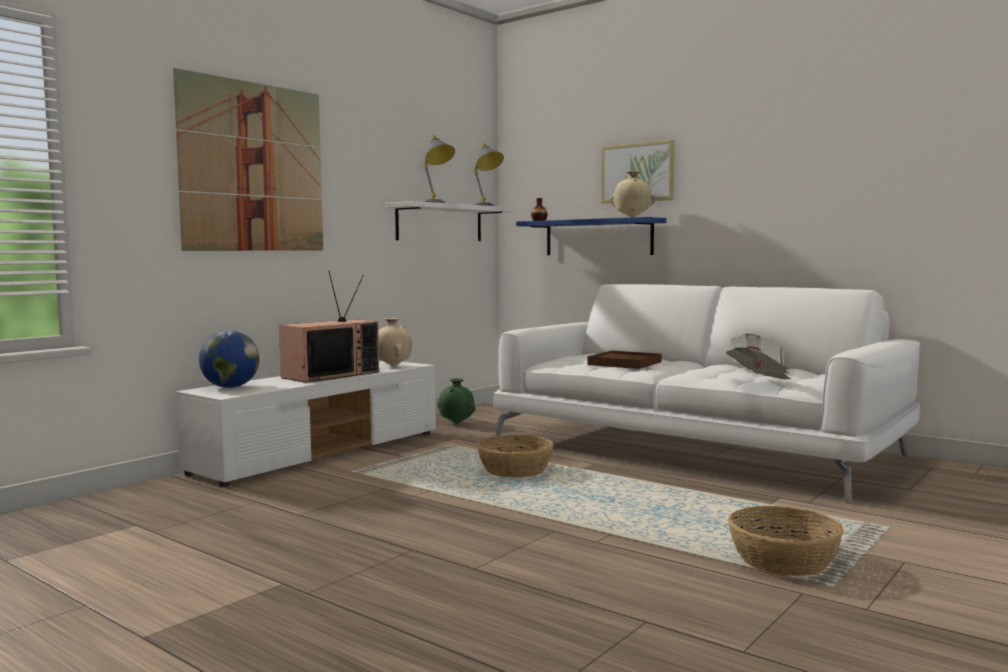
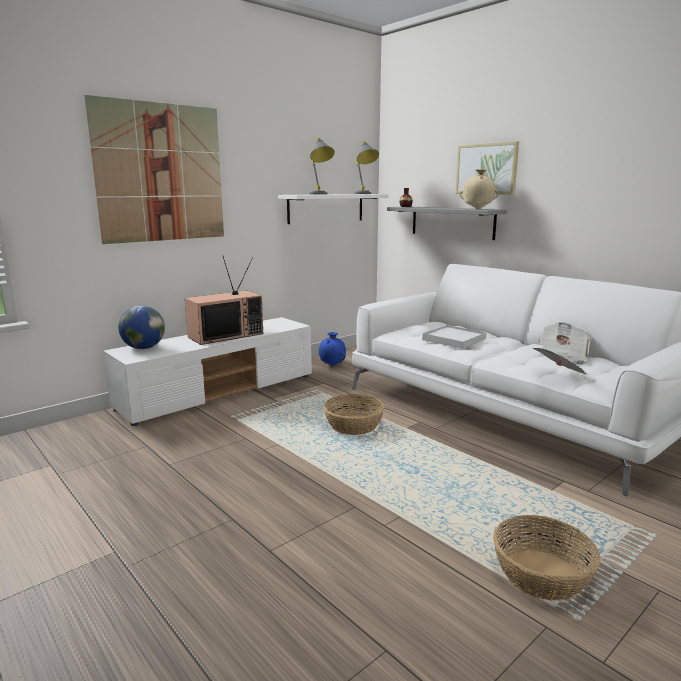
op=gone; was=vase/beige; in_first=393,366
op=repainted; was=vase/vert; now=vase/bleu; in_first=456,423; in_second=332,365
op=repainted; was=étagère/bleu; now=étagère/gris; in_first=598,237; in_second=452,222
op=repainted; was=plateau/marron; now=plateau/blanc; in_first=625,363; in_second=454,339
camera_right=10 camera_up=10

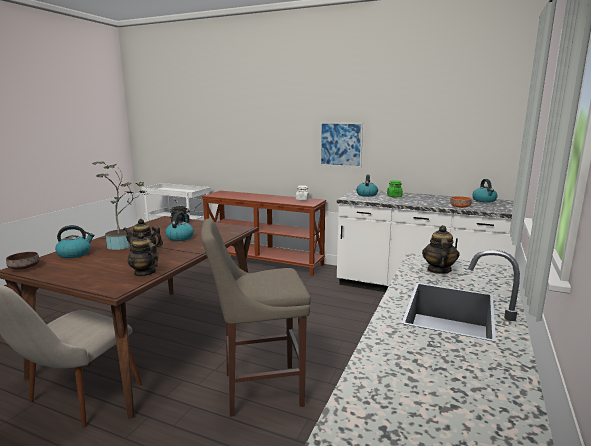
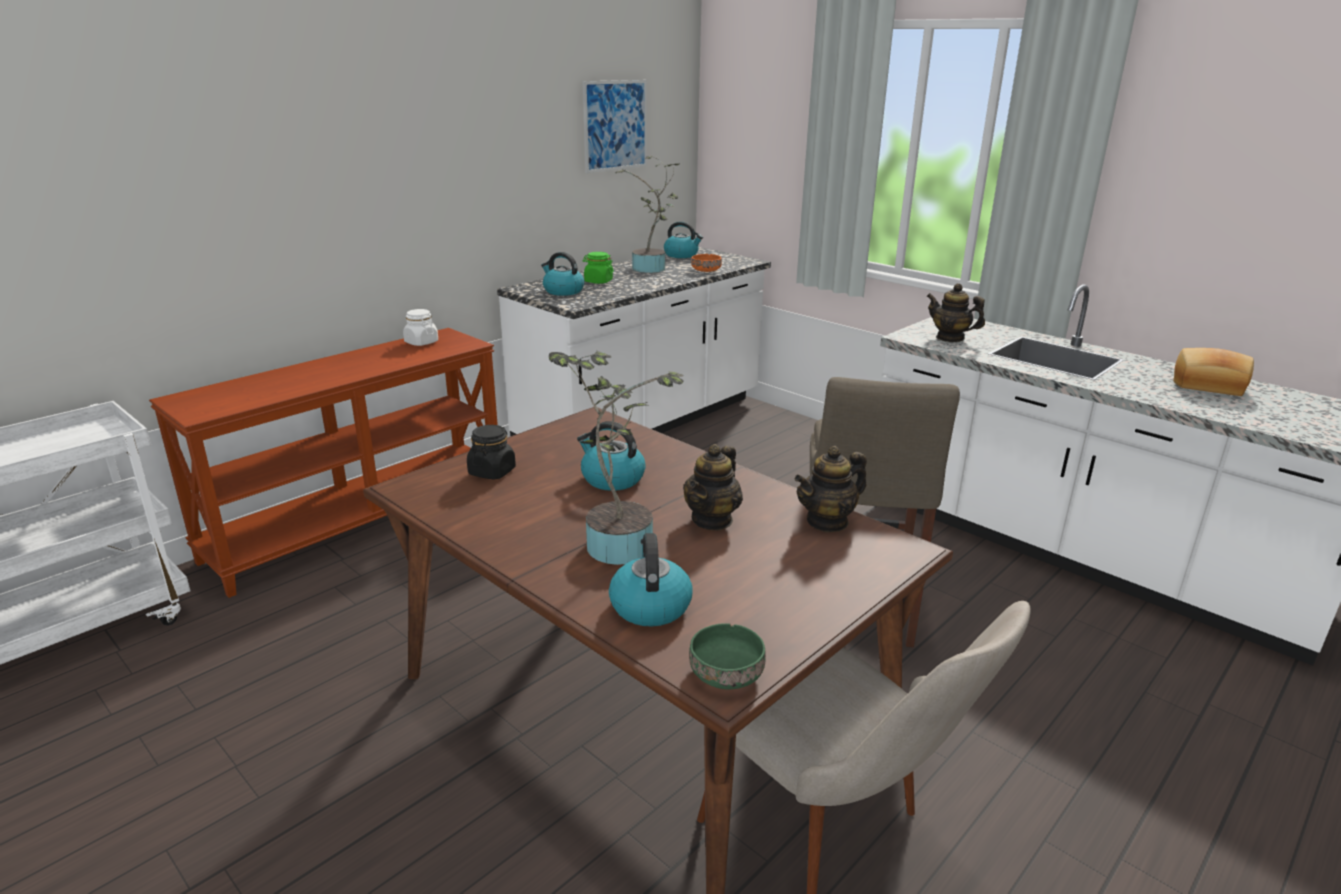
op=new; now=plante en pot; in_second=651,269
op=new; now=pain; in_second=1208,386
op=shifted; was=tableau; in_first=340,144; in_second=615,125
op=repainted; was=bol/marron; now=bol/vert; in_first=23,267; in_second=725,674
camera_right=-70 camera_up=10

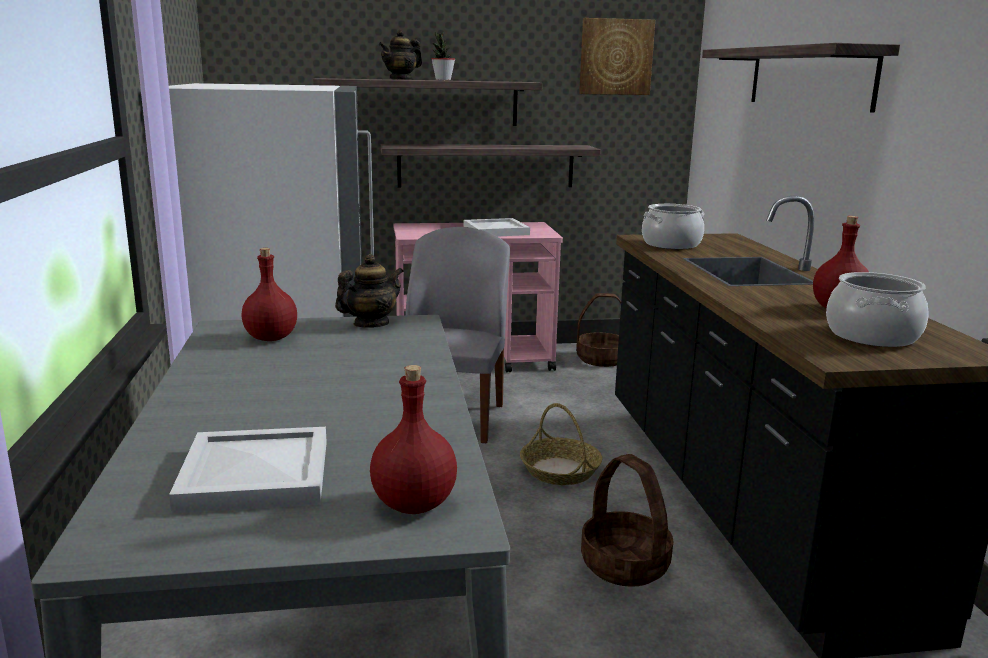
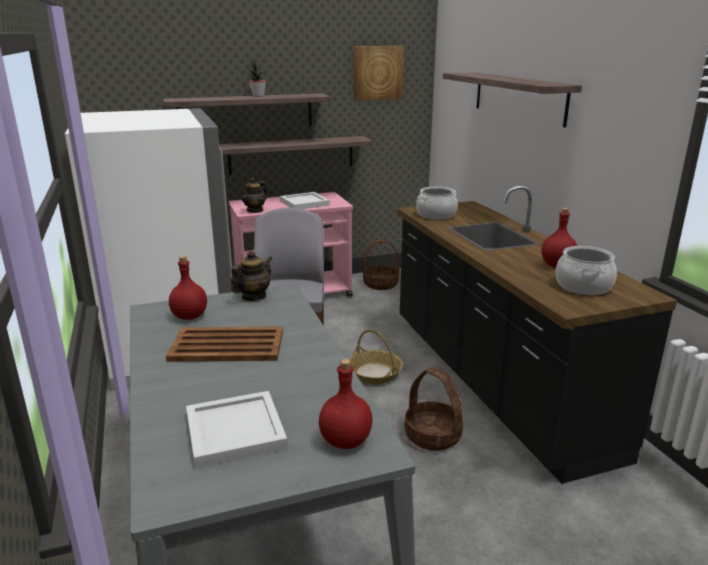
op=new; now=plateau/marron; in_second=228,346
op=shifted; was=théière; in_first=401,79; in_second=255,210
camera_right=-10 camera_up=5

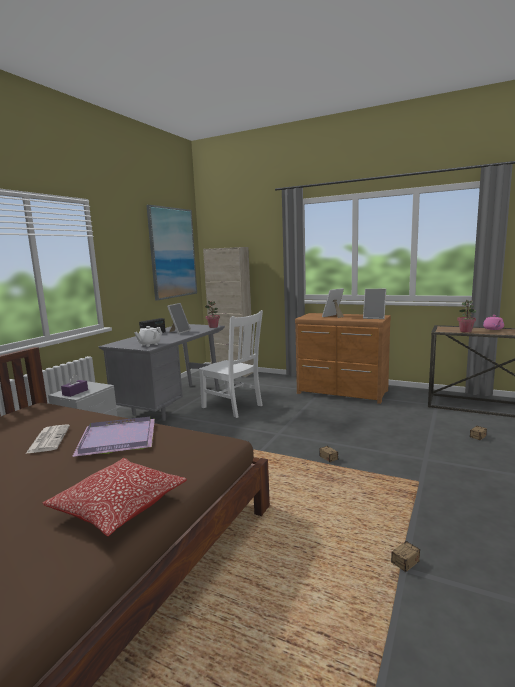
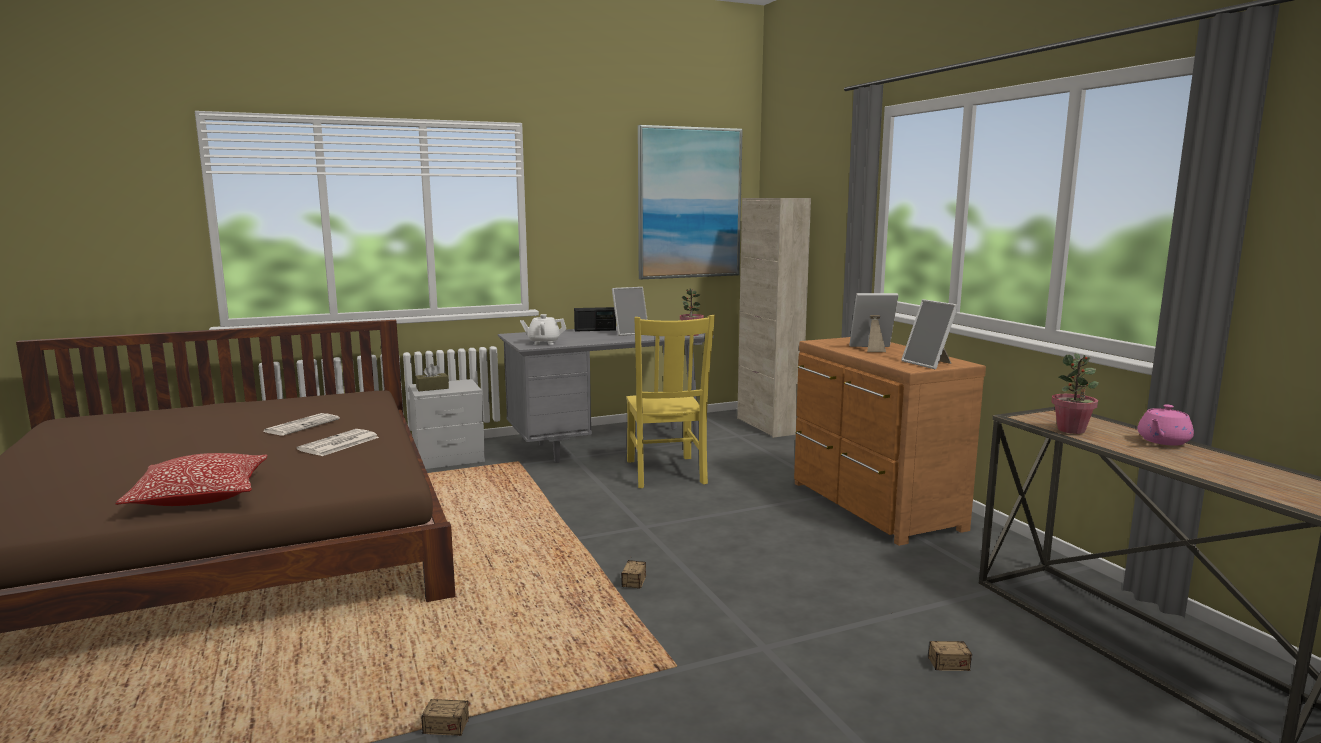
op=swapped; was=plateau/violet; now=journal; in_first=119,439; in_second=338,444
op=repainted; was=boîte à mouchoirs/violet; now=boîte à mouchoirs/marron; in_first=75,392; in_second=432,388
op=repainted; was=chaise/blanc; now=chaise/jaune; in_first=233,407; in_second=666,473
camera_right=40 camera_up=0

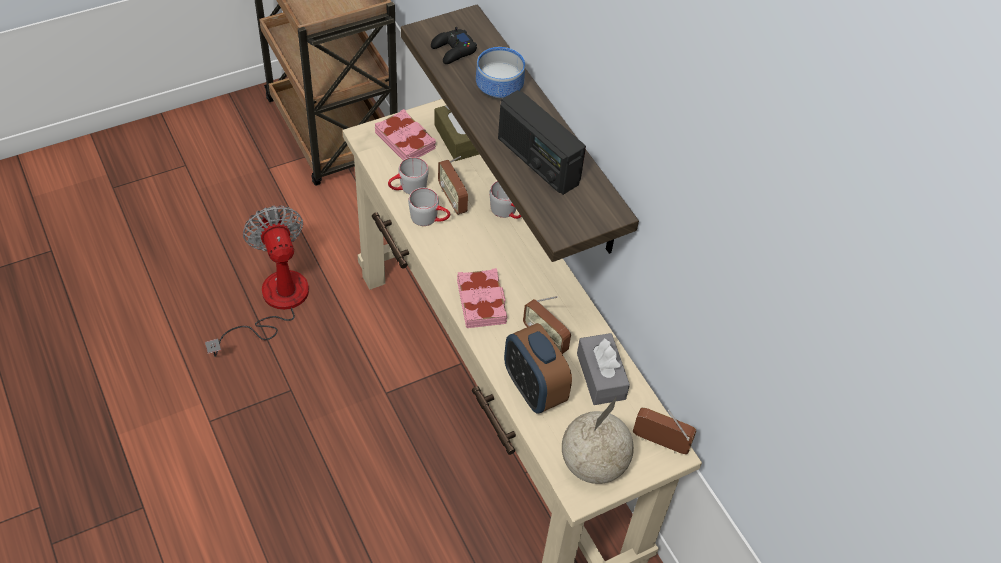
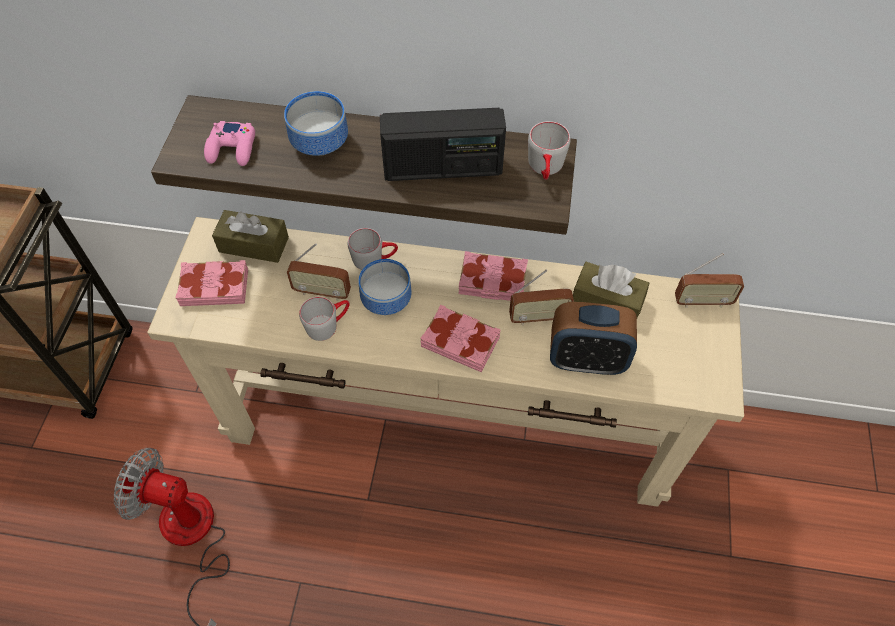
op=gone; was=globe; in_first=594,464
op=new; now=bol; in_second=388,299
op=new; now=livre/rose; in_second=492,282
op=shifted; was=mug/gris; in_first=407,188; in_second=546,169
op=repainted; was=manette/noir; now=manette/rose; in_first=453,51; in_second=232,149
op=repainted; was=boîte à mouchoirs/gris; now=boîte à mouchoirs/marron; in_first=601,376; in_second=607,301
op=rotated; was=radio; in_first=660,443; in_second=702,301; clockwise=-150
camera_right=-50 camera_up=5

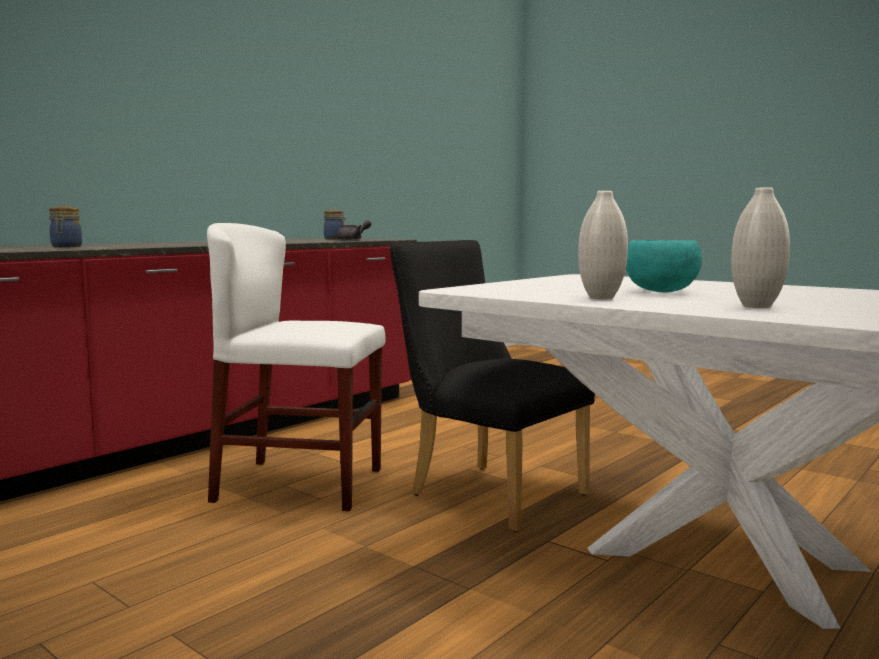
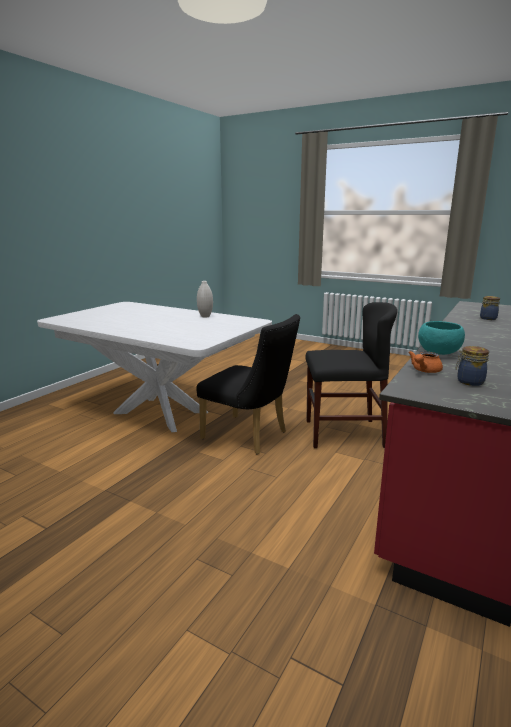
op=gone; was=vase/blanc; in_first=756,306
op=shifted; was=bol/turquoise; in_first=661,292; in_second=438,353
op=repainted; was=chaise/blanc; now=chaise/noir; in_first=300,485; in_second=344,433
op=repainted; was=théière/gris; now=théière/orange; in_first=353,240; in_second=424,371
camera_right=170 camera_up=10

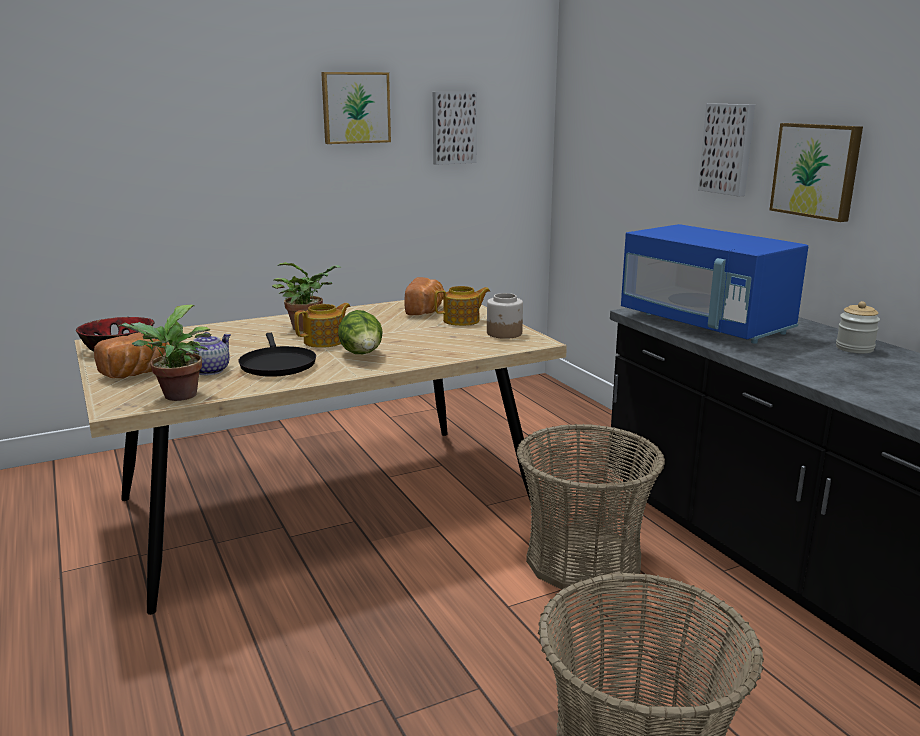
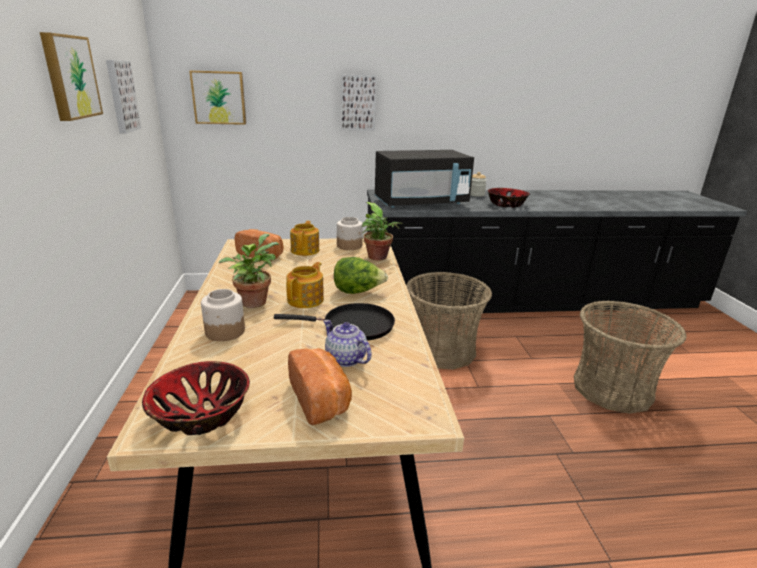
op=new; now=bocal; in_second=224,331
op=new; now=bol; in_second=506,204
op=shifted; was=plante en pot; in_first=176,396; in_second=379,258
op=shifted; was=tableau; in_first=817,170; in_second=219,97
op=repainted; was=micro-ondes/bleu; now=micro-ondes/noir; in_first=705,324; in_second=421,203
op=rotated; was=théière; in_first=325,341; in_second=306,300; clockwise=45
camera_right=-70 camera_up=5

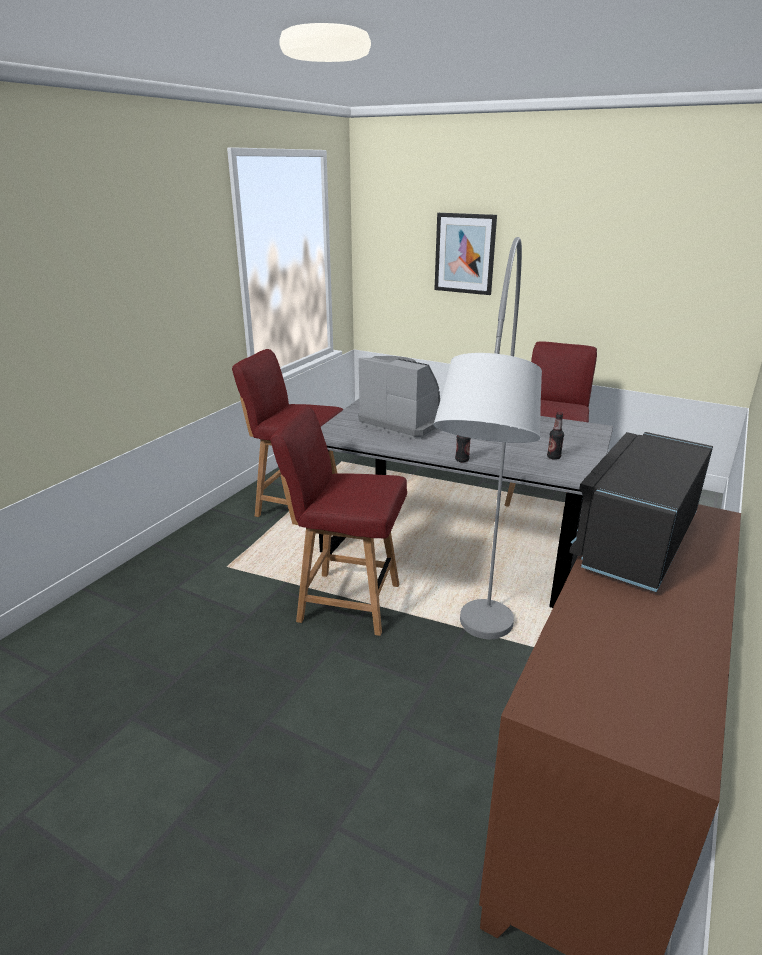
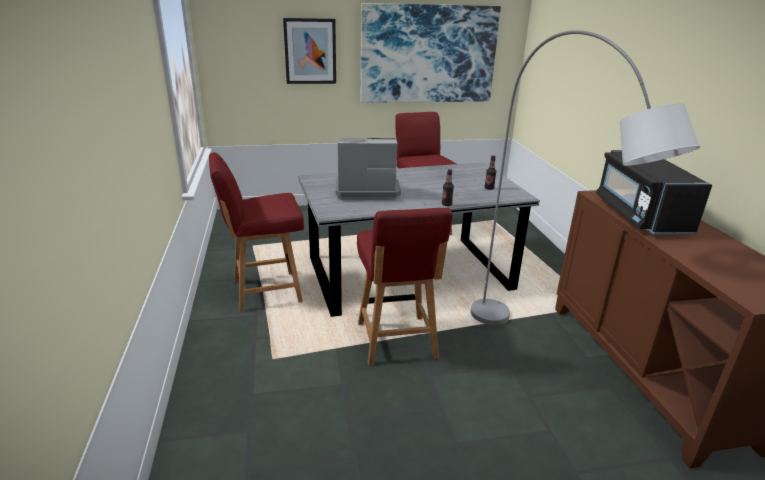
op=new; now=tableau; in_second=428,54
op=rotated; was=chaise/rouge; in_first=346,601; in_second=396,341; clockwise=-75
camera_right=-40 camera_up=0

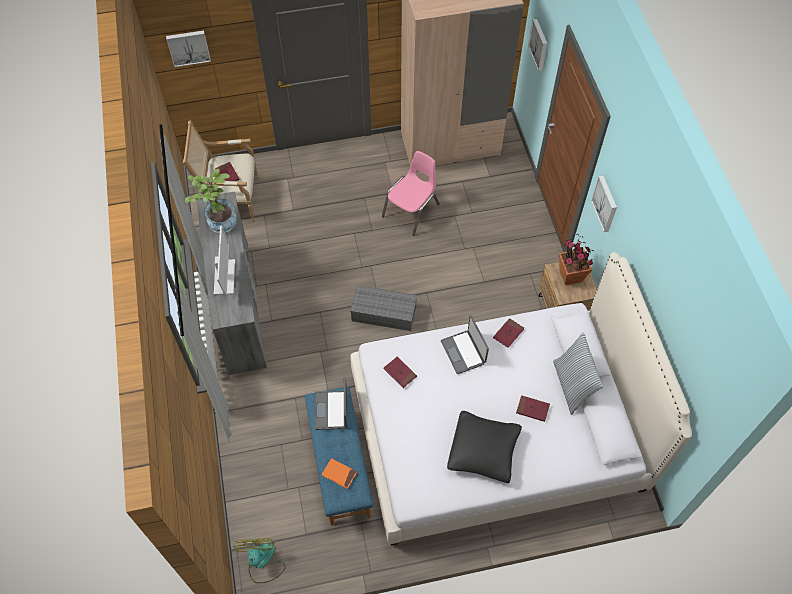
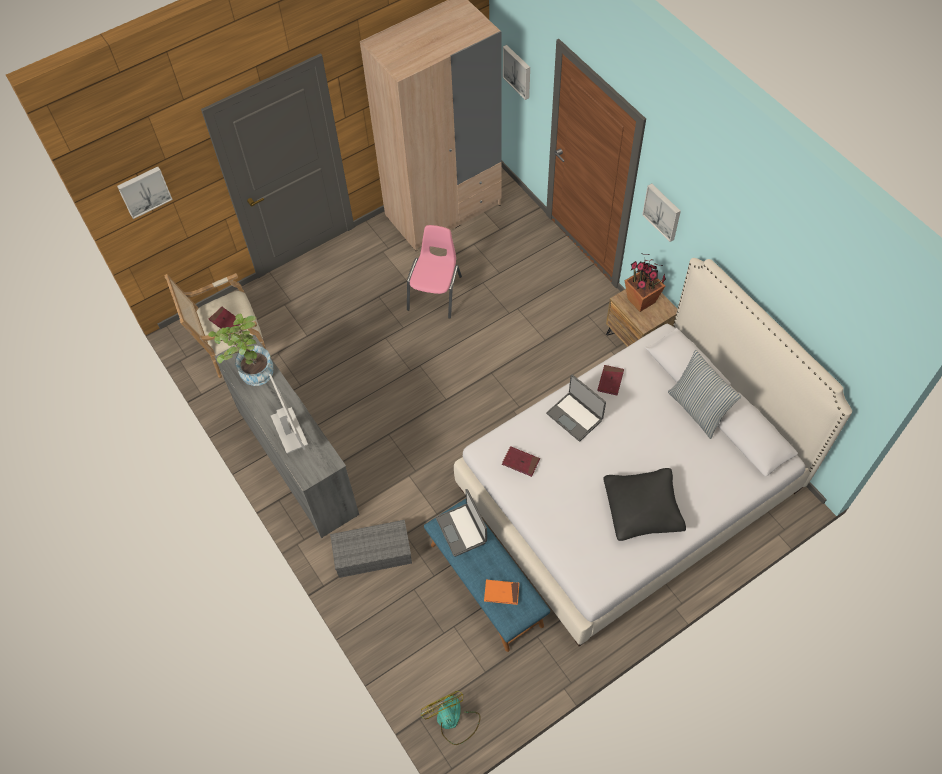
op=gone; was=livre/rouge; in_first=532,409
op=shifted; was=boîte de rangement/gris; in_first=383,313; in_second=372,554
camera_right=-20 camera_up=0

